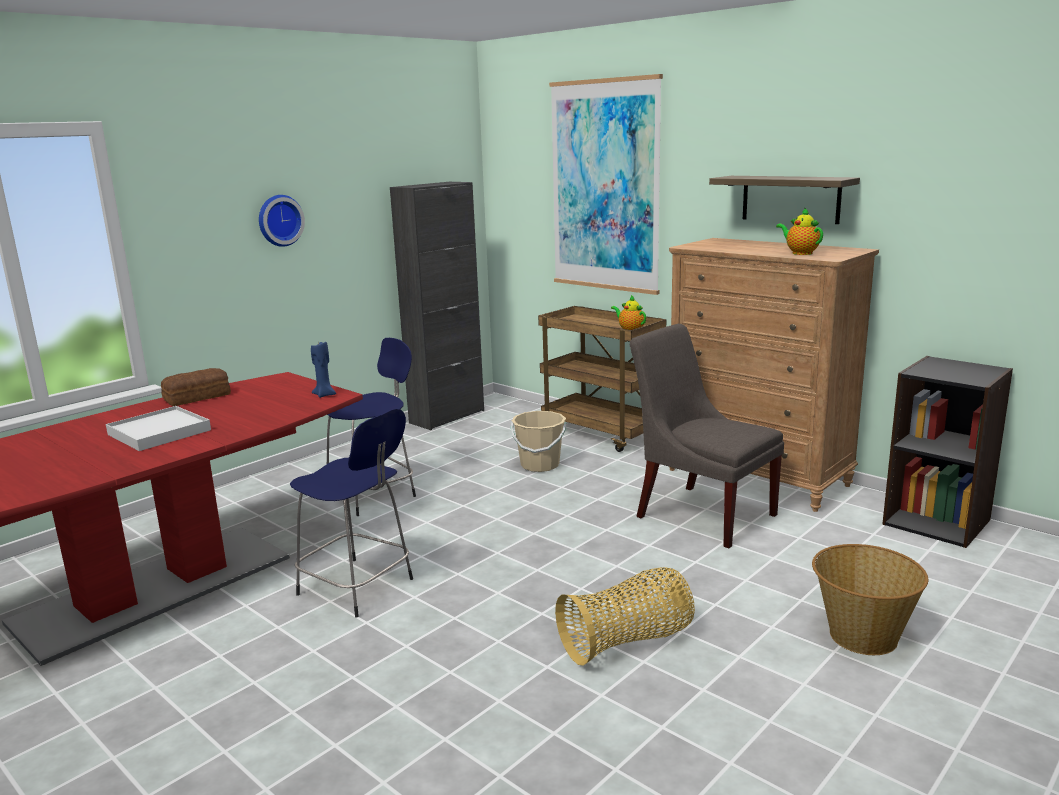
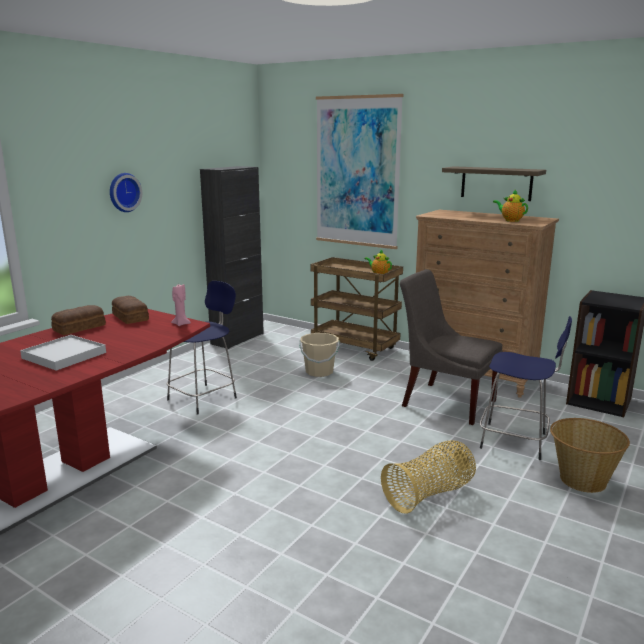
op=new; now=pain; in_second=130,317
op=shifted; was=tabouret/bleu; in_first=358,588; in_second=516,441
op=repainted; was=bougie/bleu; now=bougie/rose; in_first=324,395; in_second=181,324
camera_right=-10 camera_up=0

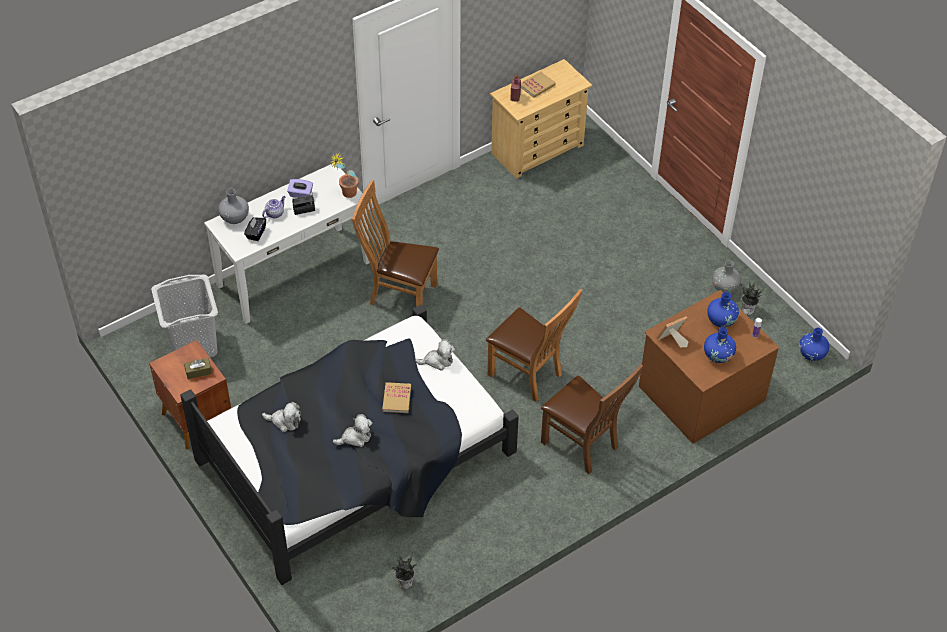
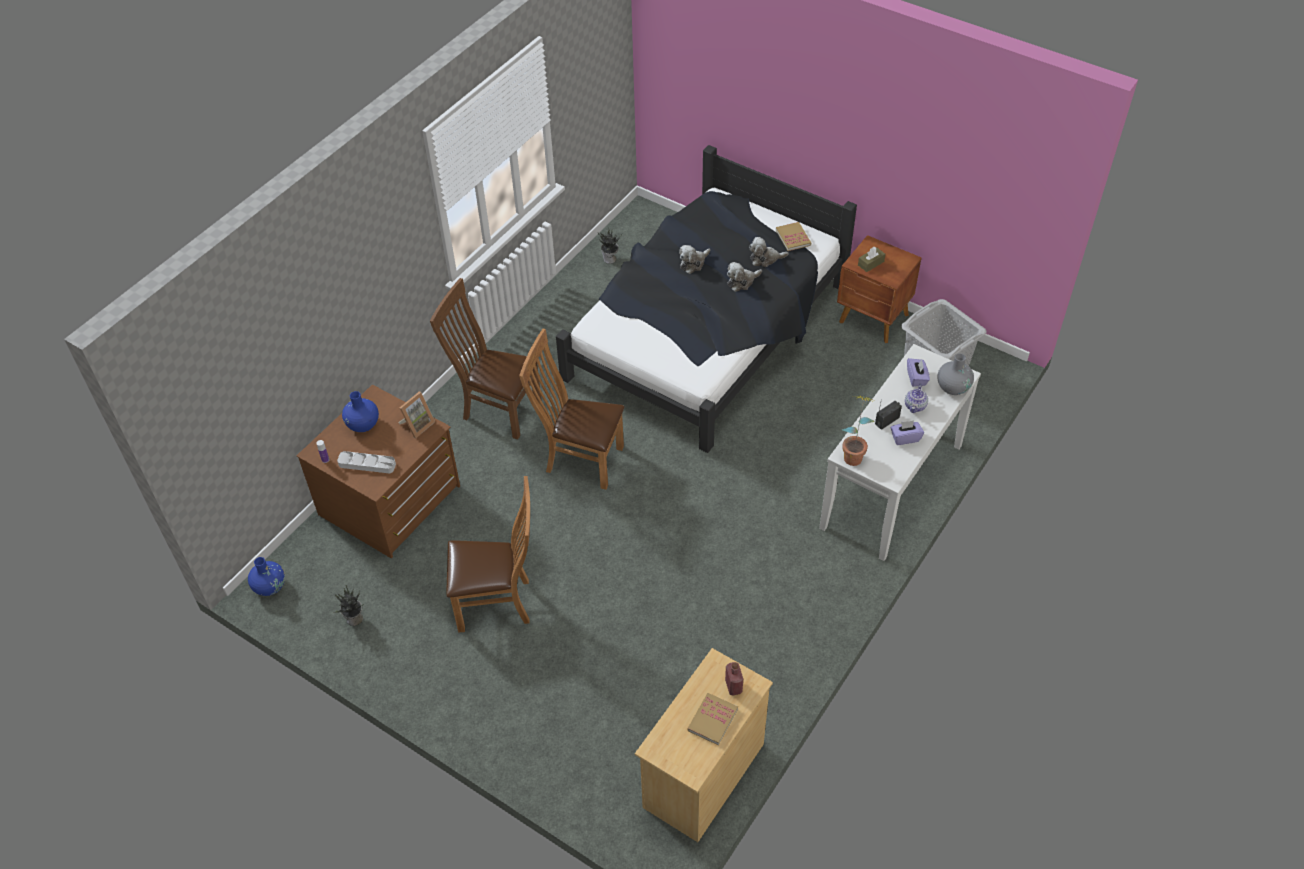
op=gone; was=vase/gris; in_first=725,287
op=shifted; was=chaise/marron; in_first=398,294; in_second=499,603
op=shifted; was=livre; in_first=396,399; in_second=793,238
op=shifted; was=peluche; in_first=437,361; in_second=742,282
op=swapped; was=vase/bleu; now=plateau/gris; in_first=721,320; in_second=367,464
op=repainted; was=boîte à mouchoirs/noir; now=boîte à mouchoirs/violet; in_first=256,233; in_second=916,378
camera_right=160 camera_up=0

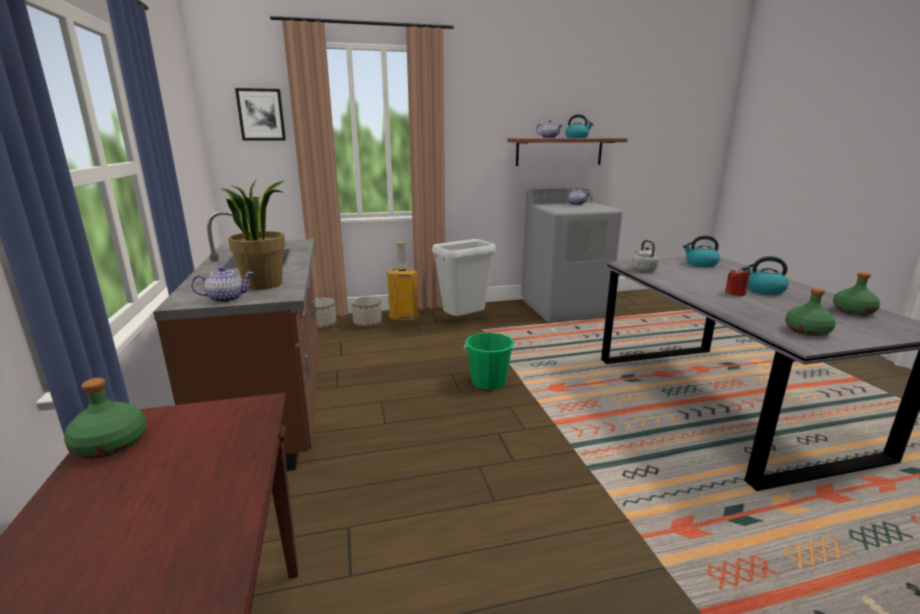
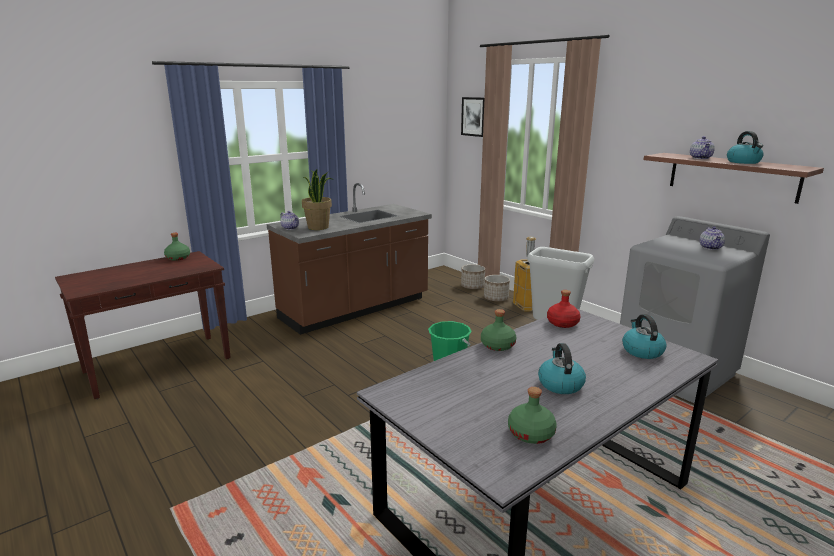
op=gone; was=bougie/rouge; in_first=735,293
op=shifted; was=bouteille/vert; in_first=807,331; in_second=497,345
op=swapped; was=bouilloire/gris; now=bouteille/rouge; in_first=643,269; in_second=562,323
camera_right=65 camera_up=0

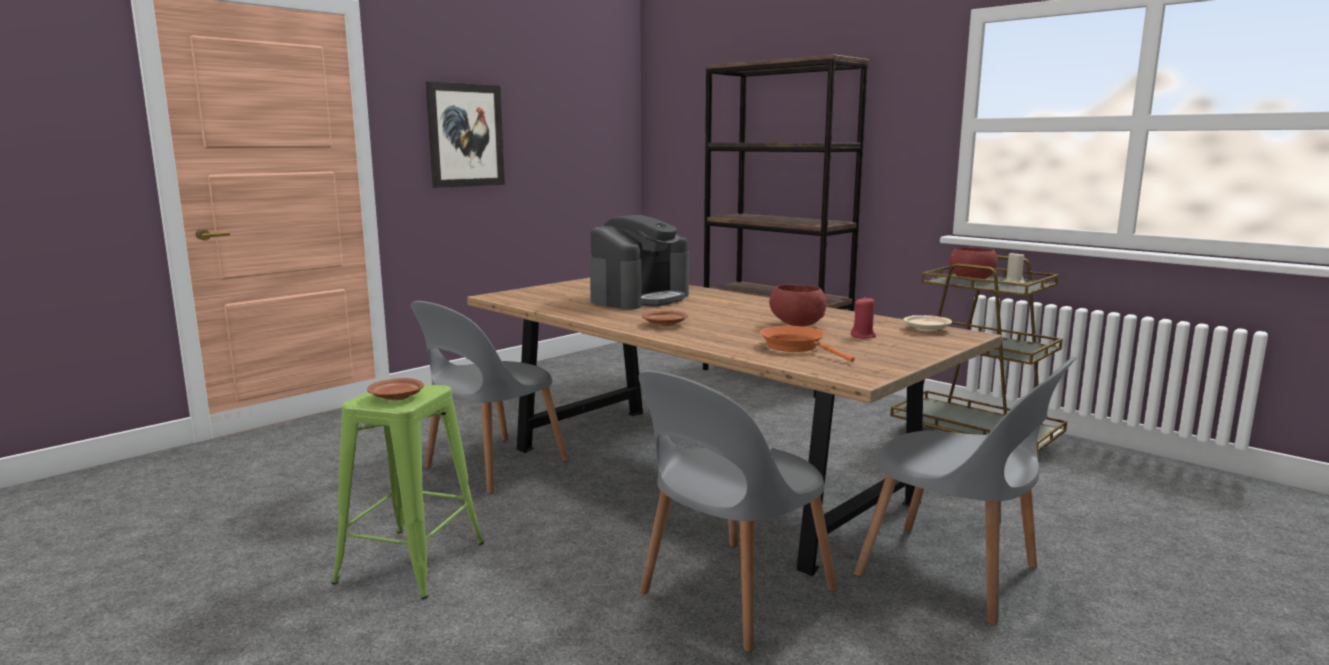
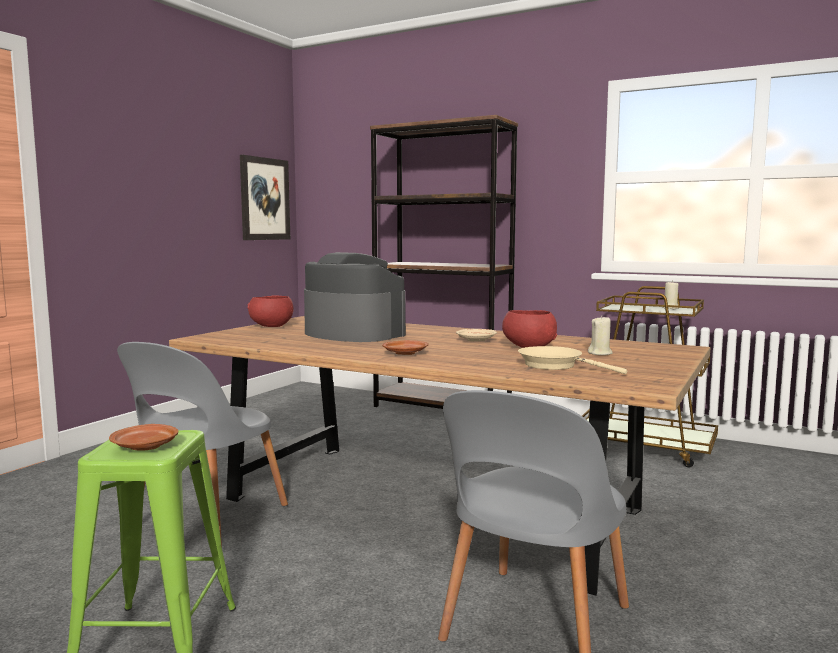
op=gone; was=chaise/gris; in_first=954,574
op=shifted; was=tableau; in_first=465,135; in_second=264,199
op=shifted; was=assiette/beige; in_first=926,329; in_second=476,340
op=shifted; was=bol/rouge; in_first=971,280; in_second=271,326
op=repainted; was=poêle/orange; now=poêle/beige; in_first=796,347; in_second=555,365
op=repainted; was=bougie/rouge; now=bougie/beige; in_first=863,336; in_second=600,353
op=rotated; was=machine à café; in_first=640,298; in_second=353,334; clockwise=-75
camera_right=-15 camera_up=-5

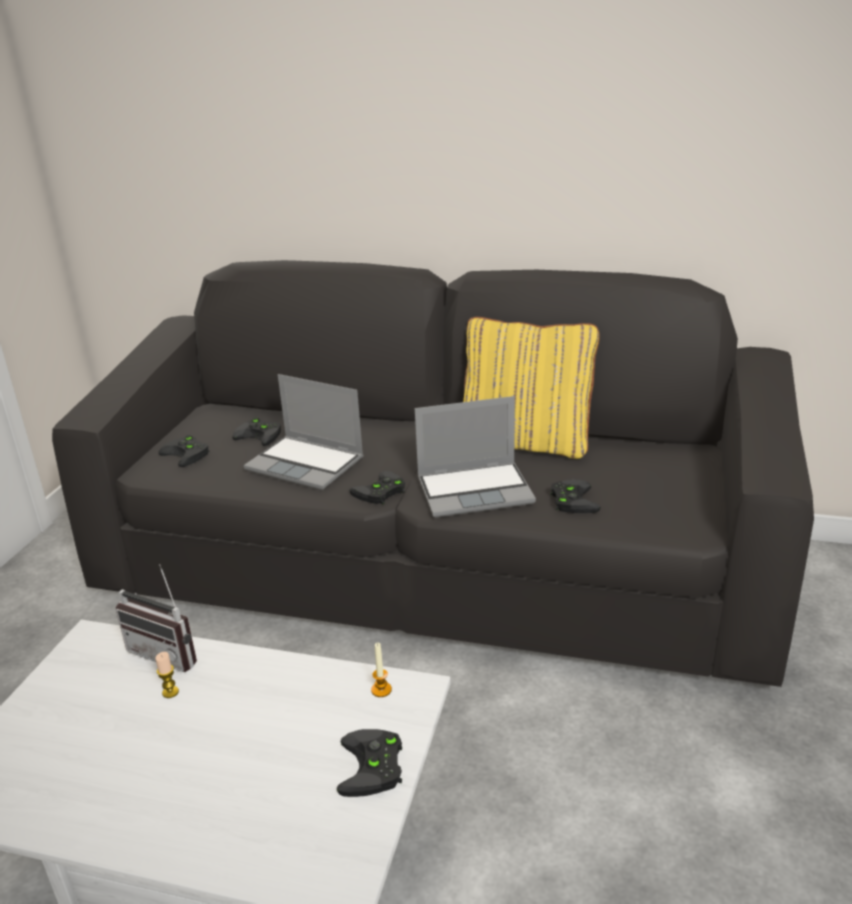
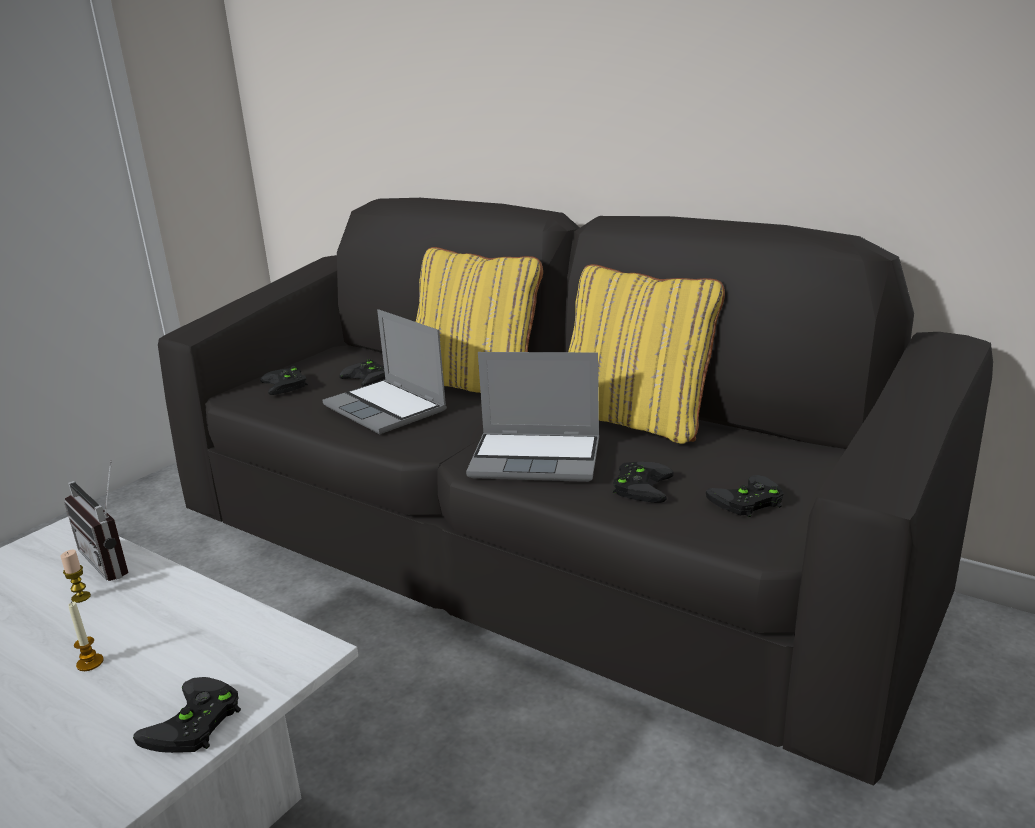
op=new; now=coussin/jaune; in_second=476,385
op=shifted; was=manette/noir; in_first=379,492; in_second=746,502
op=shifted; was=bougie; in_first=381,690; in_second=90,663
camera_right=20 camera_up=-5

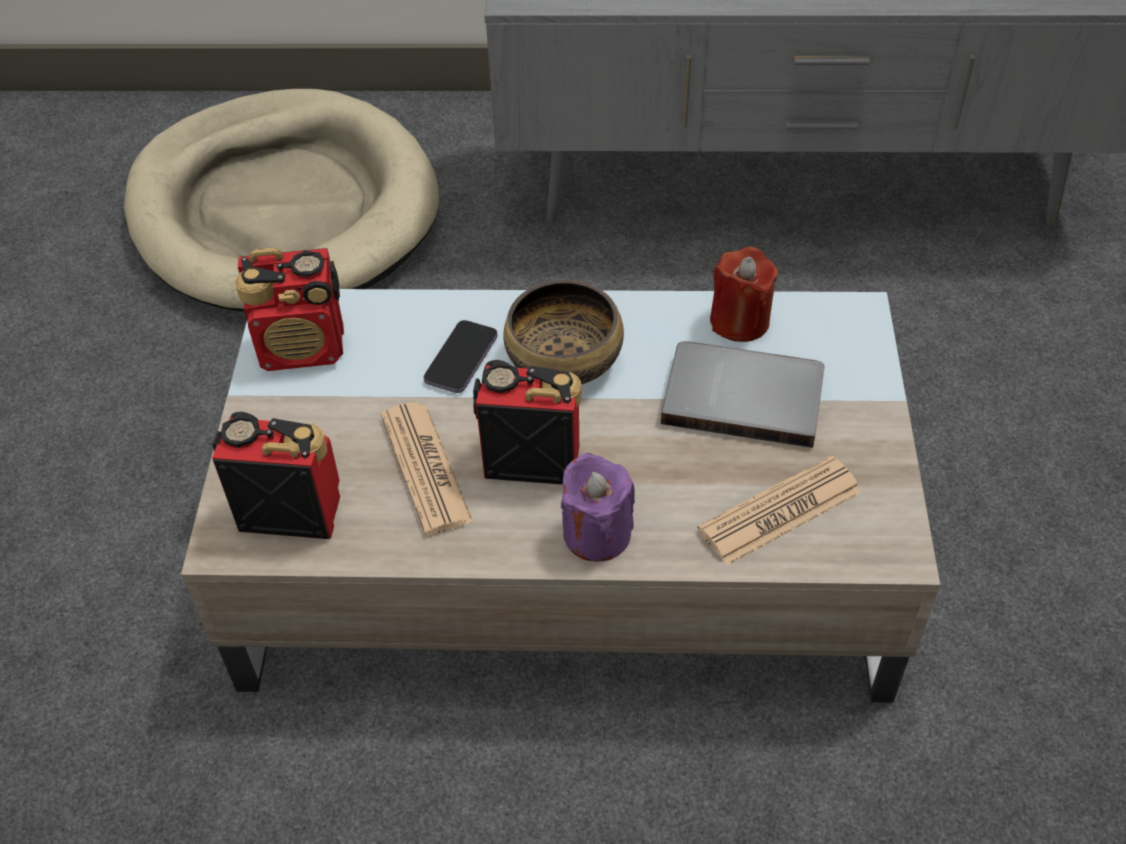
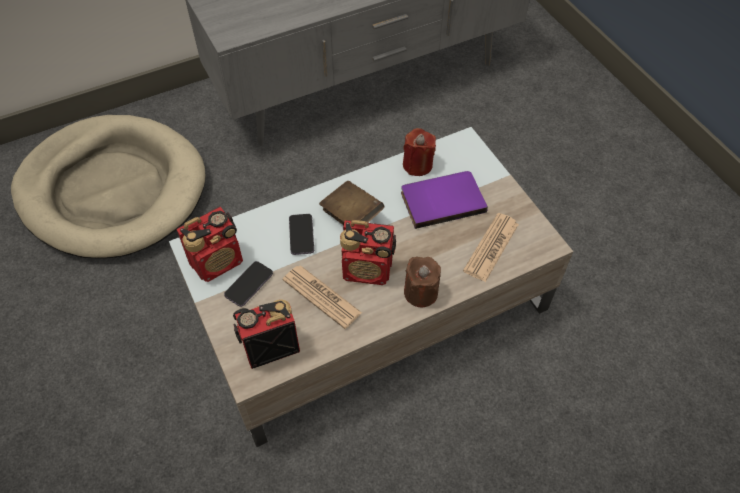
op=new; now=téléphone; in_second=249,285
op=swapped; was=bol; now=livre/marron; in_first=565,360; in_second=351,216
op=repainted; was=bougie/violet; now=bougie/marron; in_first=596,533; in_second=420,292
op=repainted; was=livre/gris; now=livre/violet; in_first=743,394; in_second=441,199
op=rotated; was=radio; in_first=531,459; in_second=368,270; clockwise=-150
camera_right=-30 camera_up=5

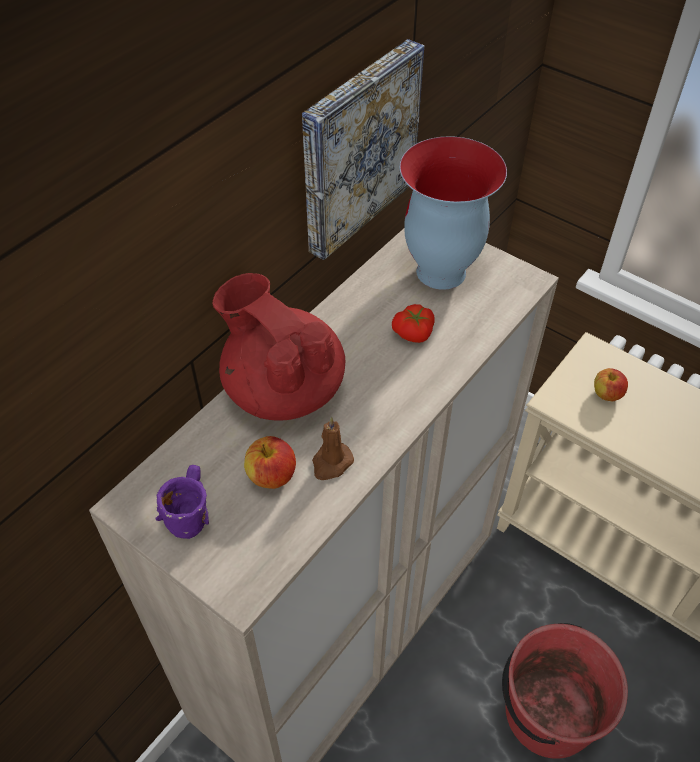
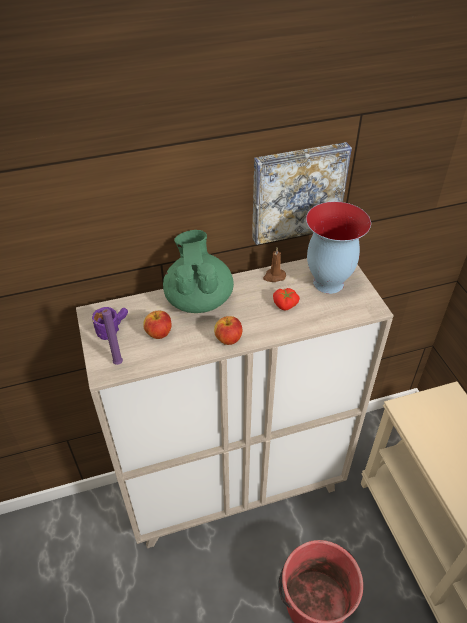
op=new; now=bougie/violet; in_second=117,364
op=shifted; was=bougie/marron; in_first=331,463; in_second=274,276
op=shifted; was=pomme; in_first=606,395; in_second=228,339
op=repainted; was=théière/rouge; now=théière/vert; in_first=283,388; in_second=199,299
camera_right=35 camera_up=-5

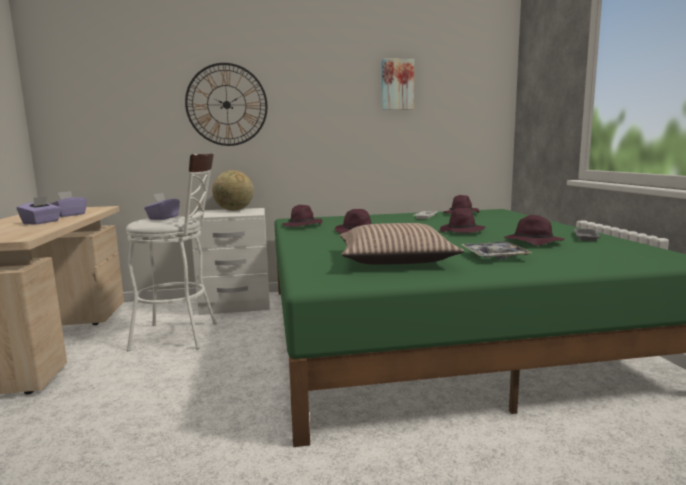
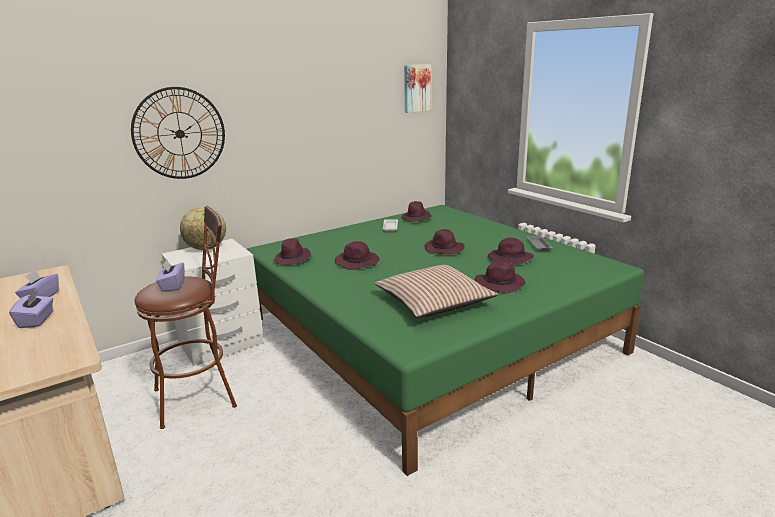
op=shifted; was=tableau; in_first=397,84; in_second=416,88
op=swapped; was=plateau; now=chapeau/violet; in_first=494,256; in_second=500,284
op=repainted; was=tabouret/blanc; now=tabouret/marron; in_first=183,335; in_second=203,395
camera_right=-25 camera_up=10

